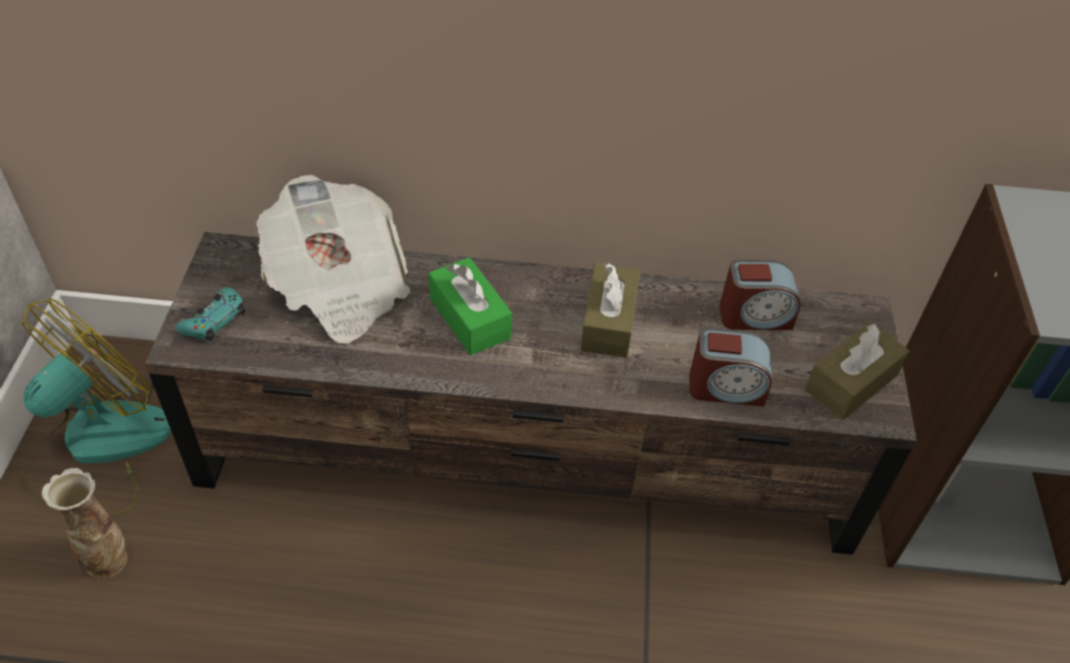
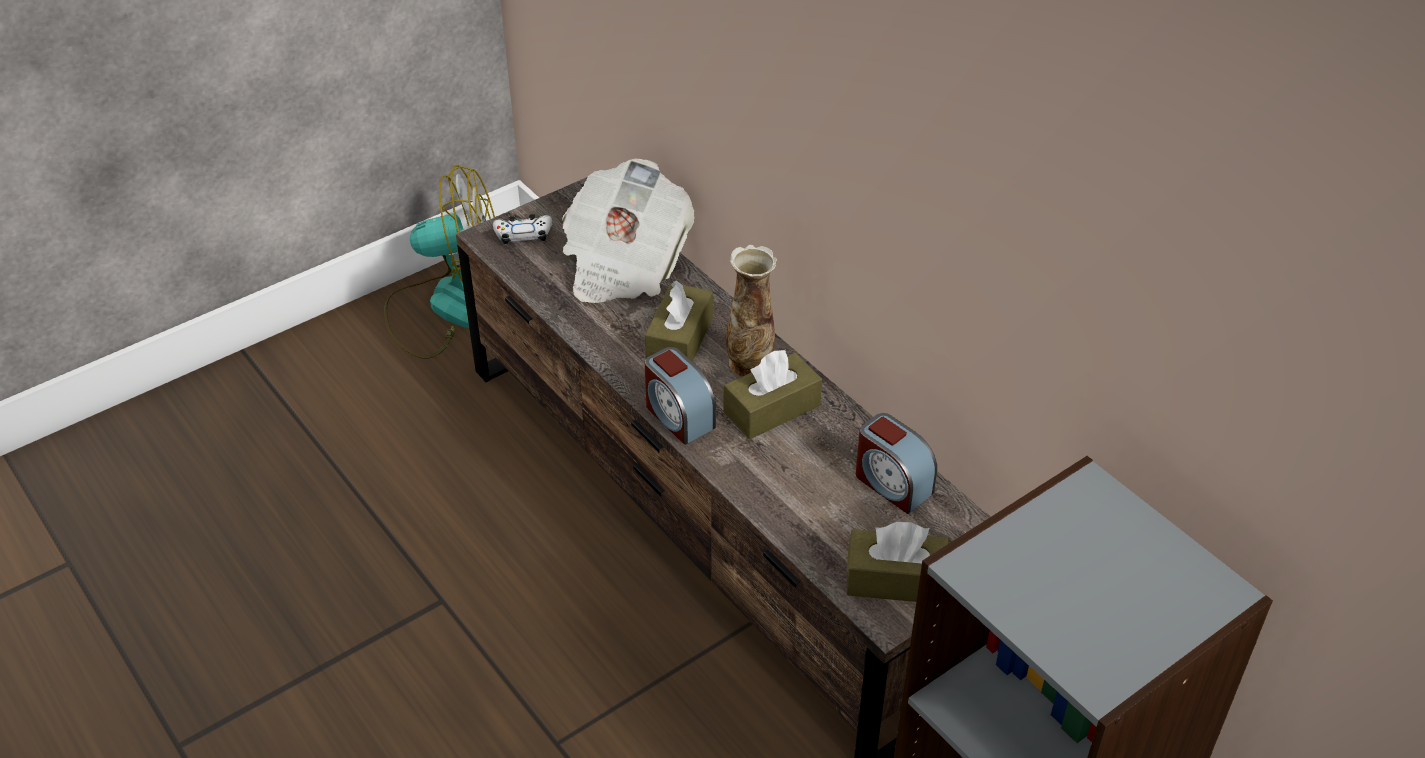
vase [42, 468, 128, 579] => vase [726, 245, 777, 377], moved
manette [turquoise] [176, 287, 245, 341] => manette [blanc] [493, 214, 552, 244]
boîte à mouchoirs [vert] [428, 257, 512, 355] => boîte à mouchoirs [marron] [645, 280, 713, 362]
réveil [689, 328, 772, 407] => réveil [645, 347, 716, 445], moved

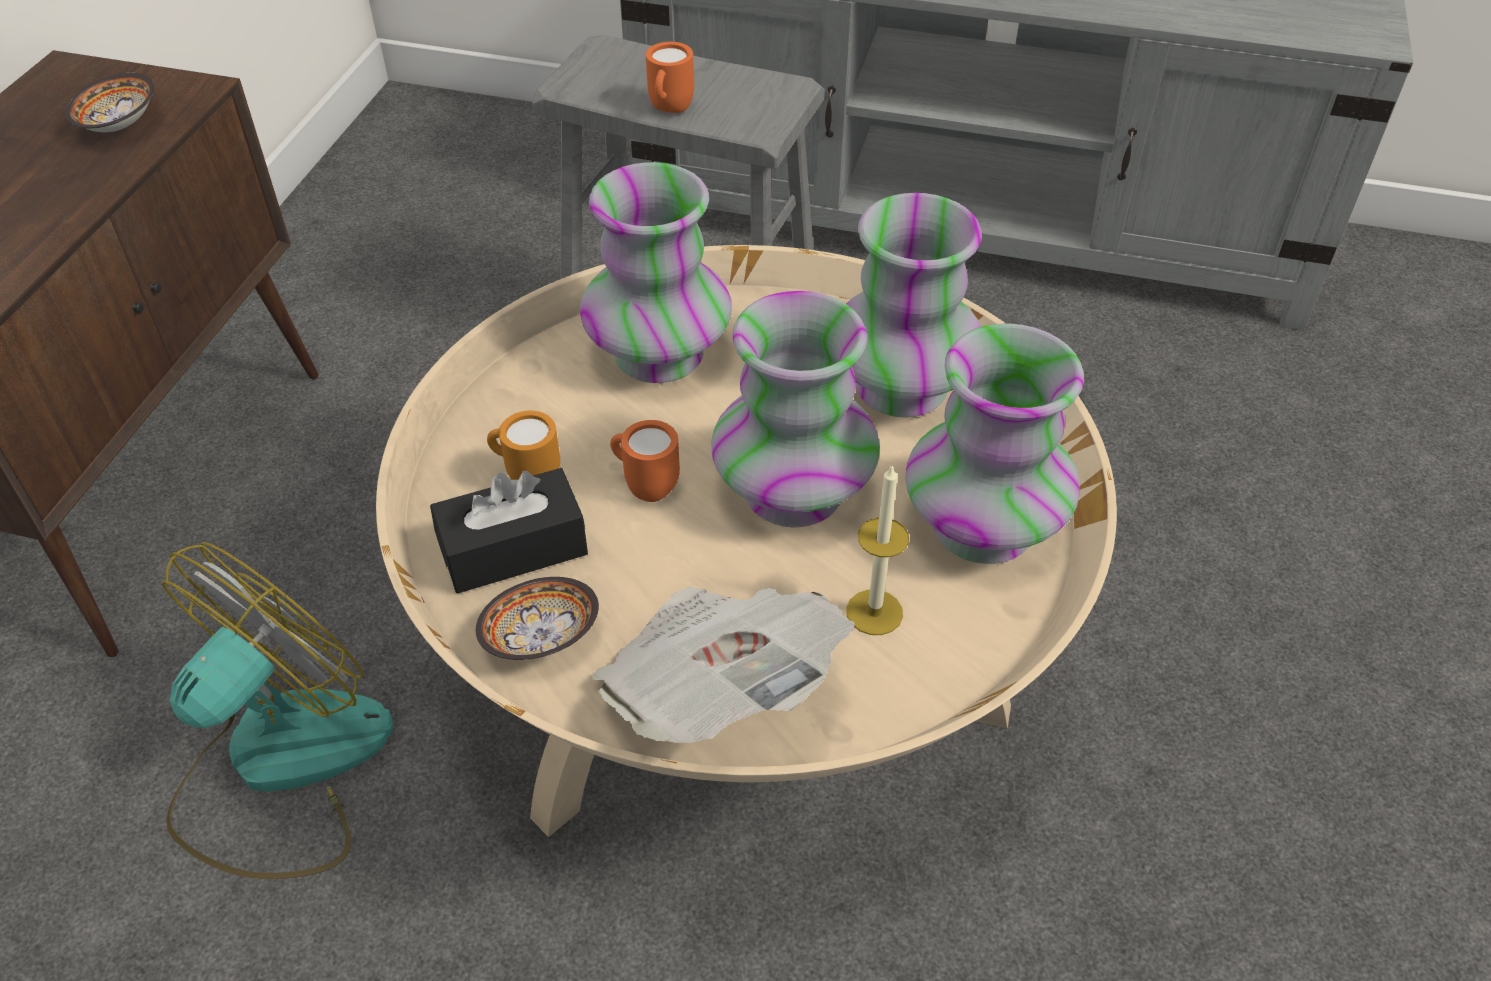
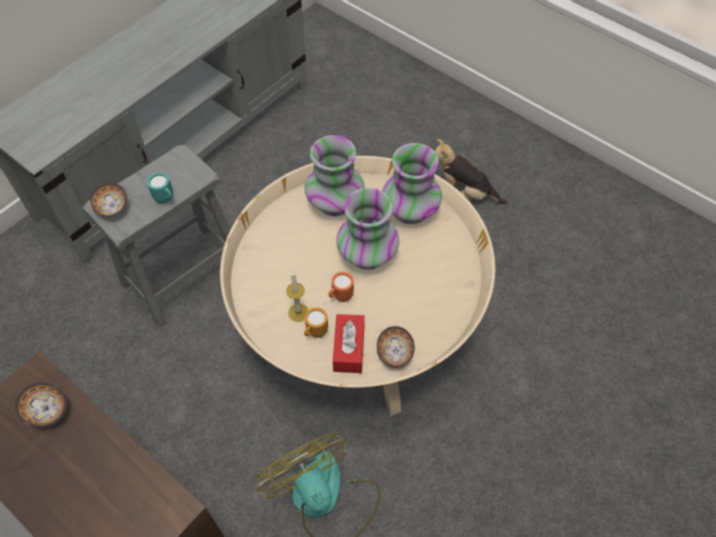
boîte à mouchoirs [noir] [430, 468, 588, 593] => boîte à mouchoirs [rouge] [333, 314, 365, 373]
vase [580, 162, 732, 383] => nothing
journal [591, 586, 854, 743] => nothing
mug [orange] [646, 42, 694, 113] => mug [turquoise] [147, 172, 173, 204]
bougie [846, 464, 909, 635] => bougie [286, 271, 308, 322], moved
nothing => bol [90, 183, 127, 217]
nothing => peluche [435, 139, 507, 204]

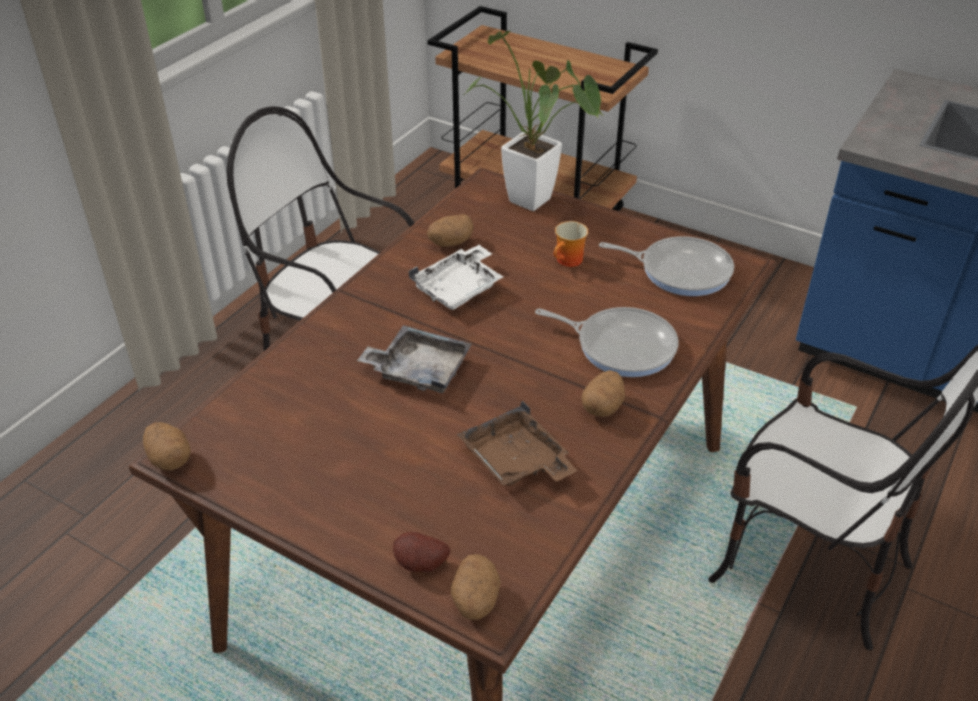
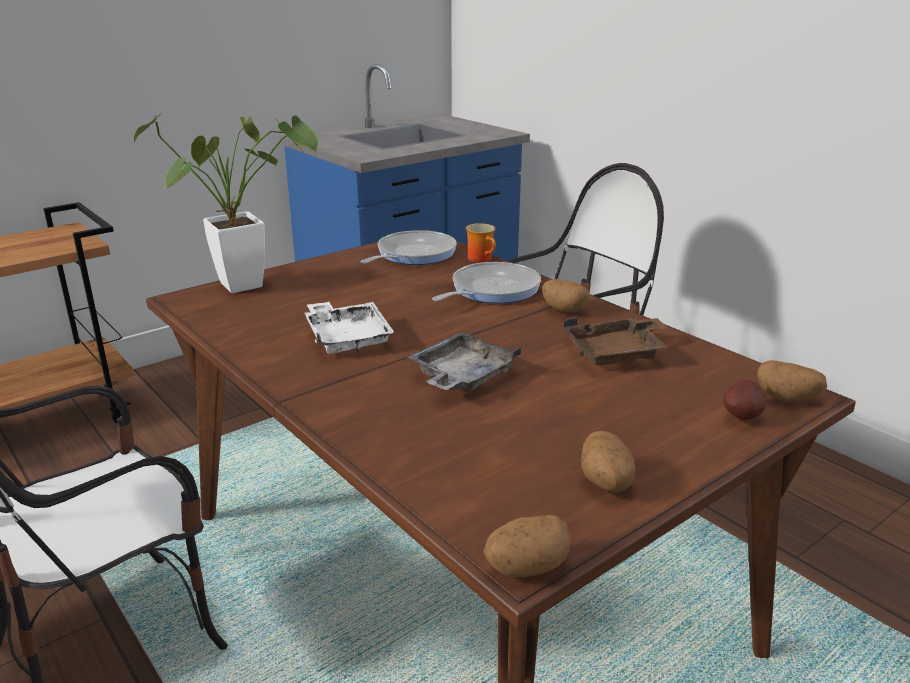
pomme de terre [427, 214, 473, 247] => pomme de terre [581, 431, 635, 492], moved
mug [553, 221, 588, 267] => mug [466, 223, 496, 262], moved

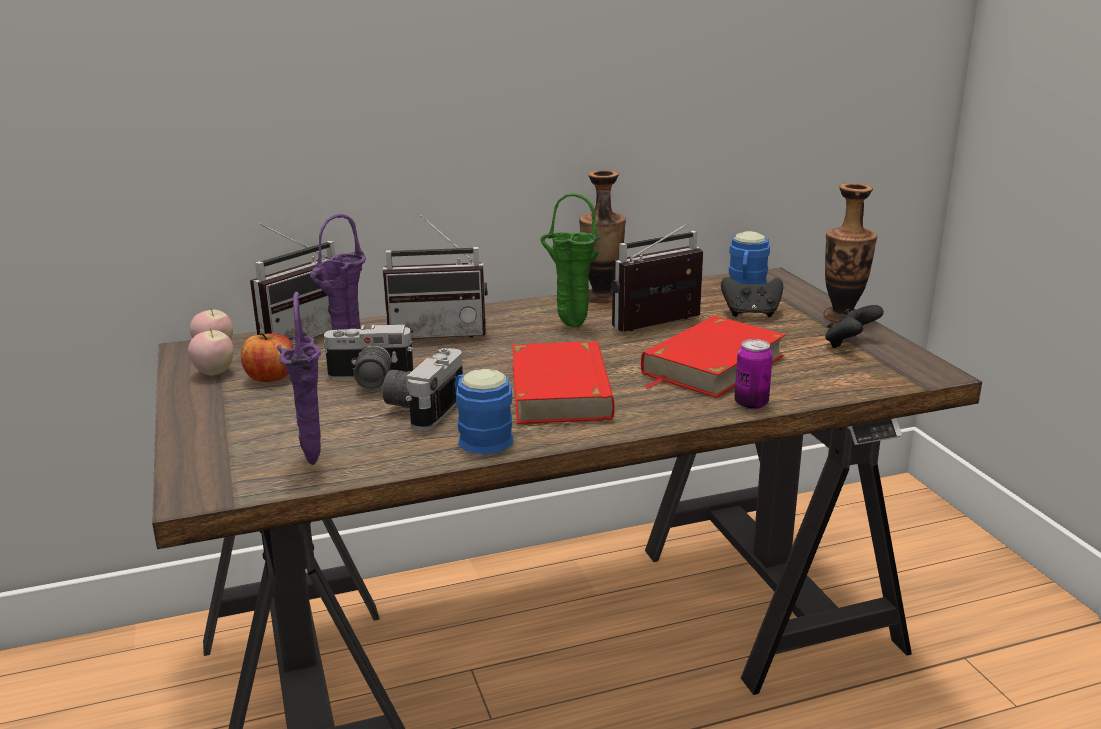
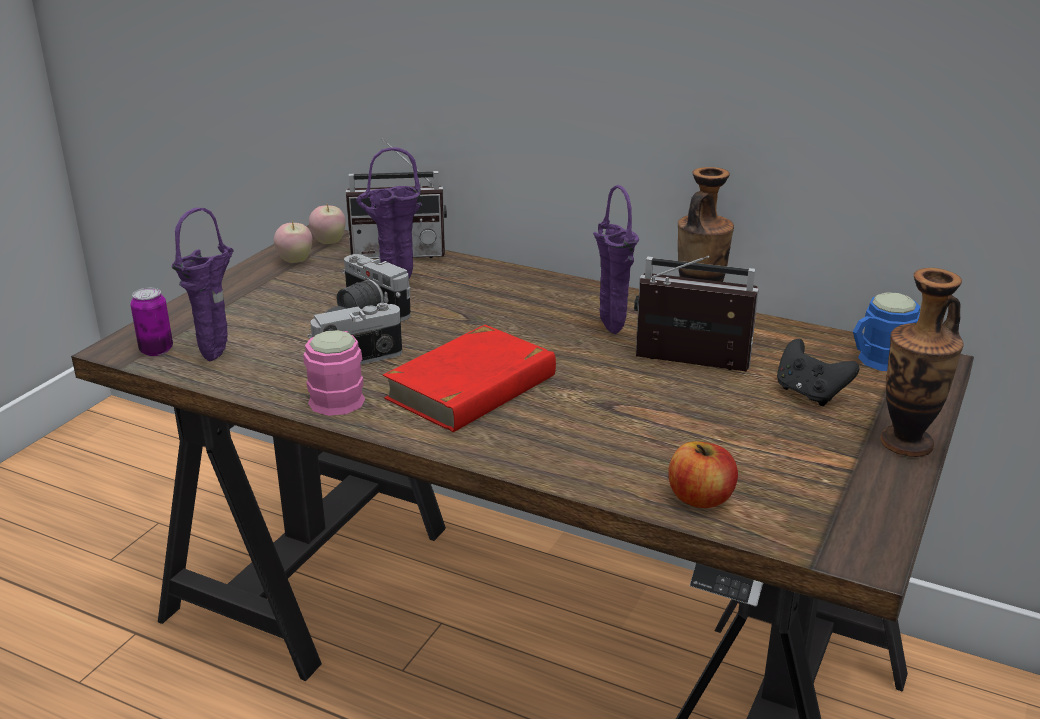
pomme [241, 333, 294, 382] => pomme [668, 441, 738, 508], moved
radio [382, 215, 488, 339] => nothing
mug [bleu] [454, 369, 513, 455] => mug [rose] [303, 330, 365, 416]
vase [vert] [541, 193, 600, 327] => vase [violet] [593, 185, 639, 334]
livre [rouge] [641, 316, 786, 398] => nothing
boîte métallique [734, 339, 773, 409] => boîte métallique [130, 288, 173, 356], moved
manette [noir] [825, 305, 884, 348] => nothing

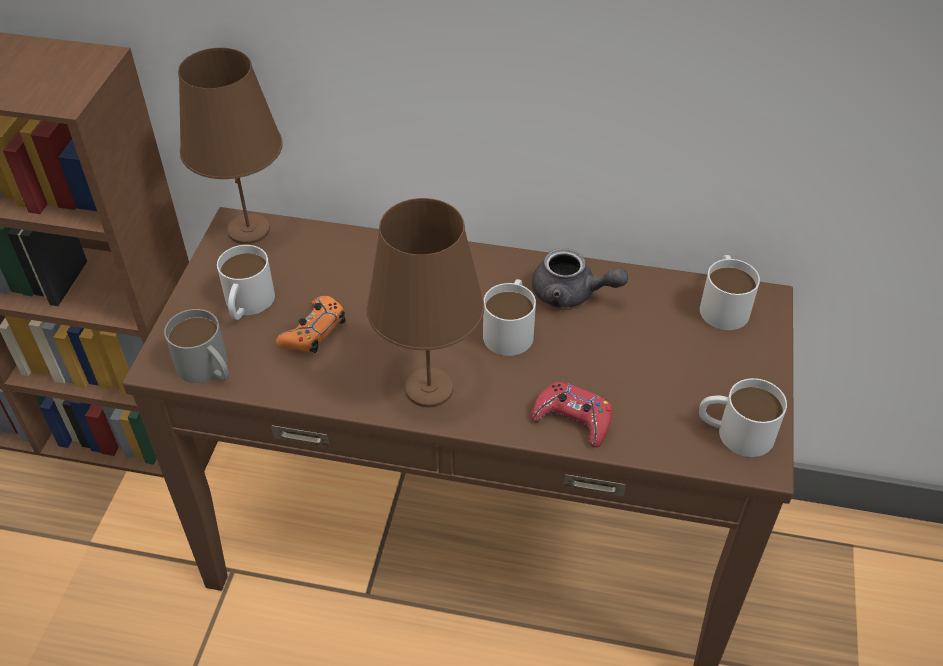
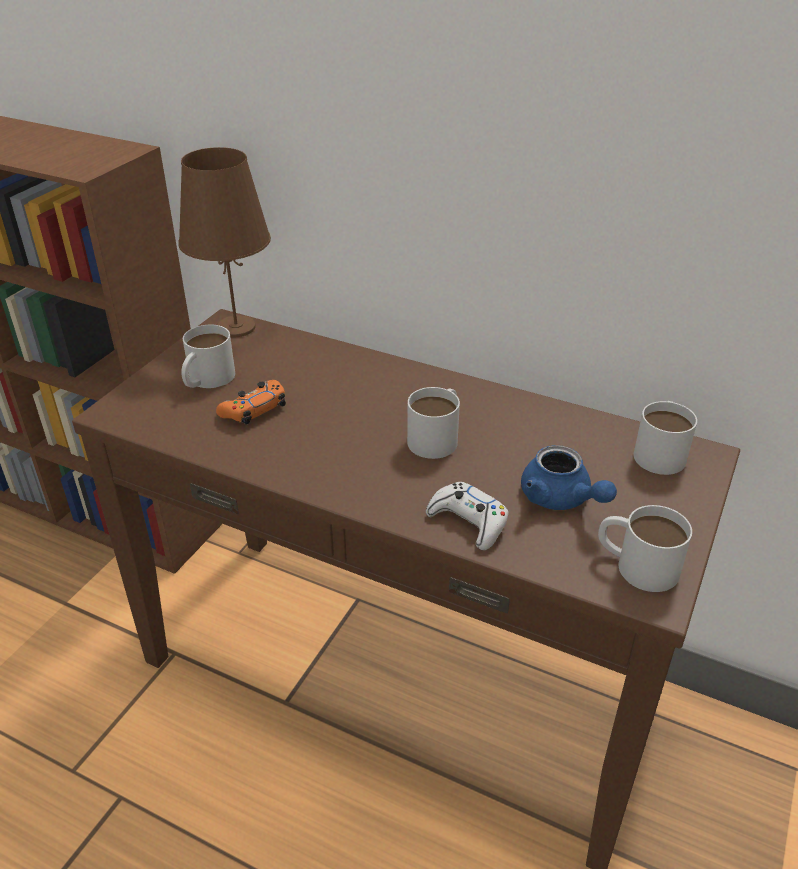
mug [gris] [164, 309, 229, 383] => nothing
lampe de table [marron] [366, 198, 485, 407] => nothing
manette [rouge] [531, 381, 612, 447] => manette [blanc] [426, 482, 509, 550]
théière [gris] [532, 248, 628, 307] => nothing
nothing => théière [bleu] [521, 445, 617, 510]

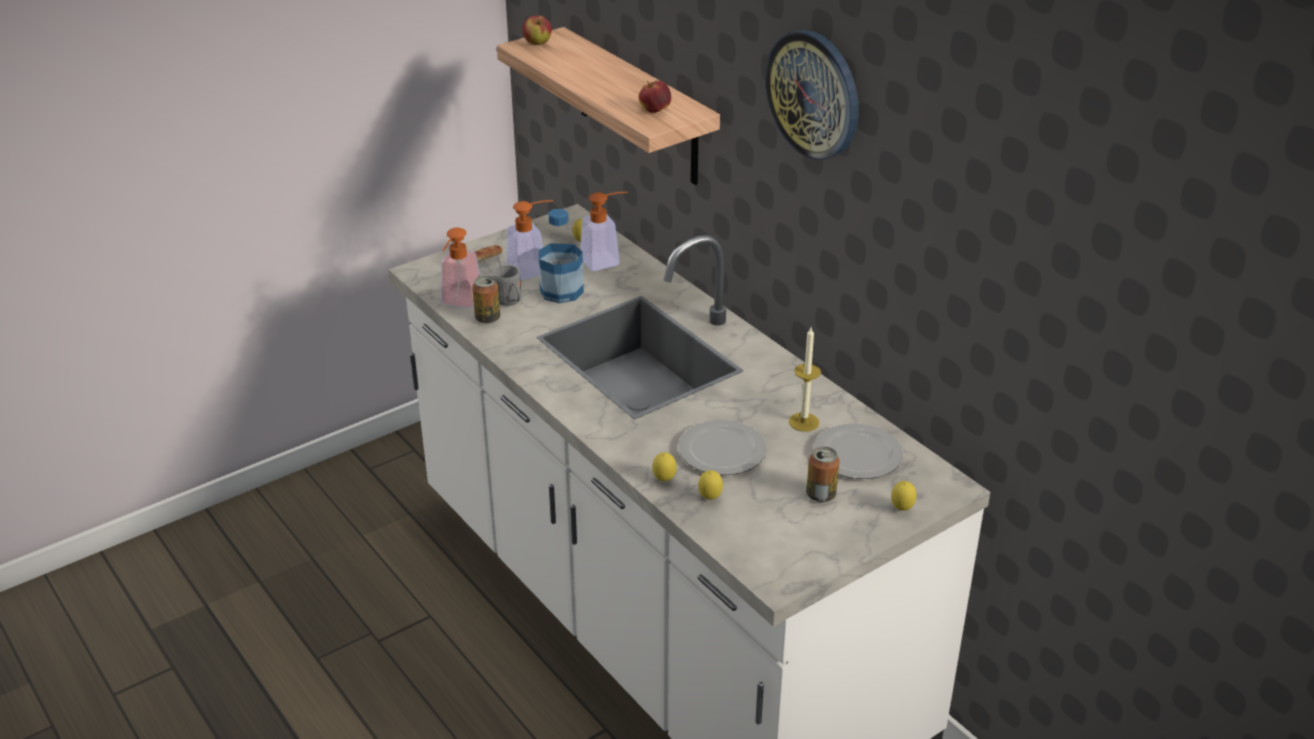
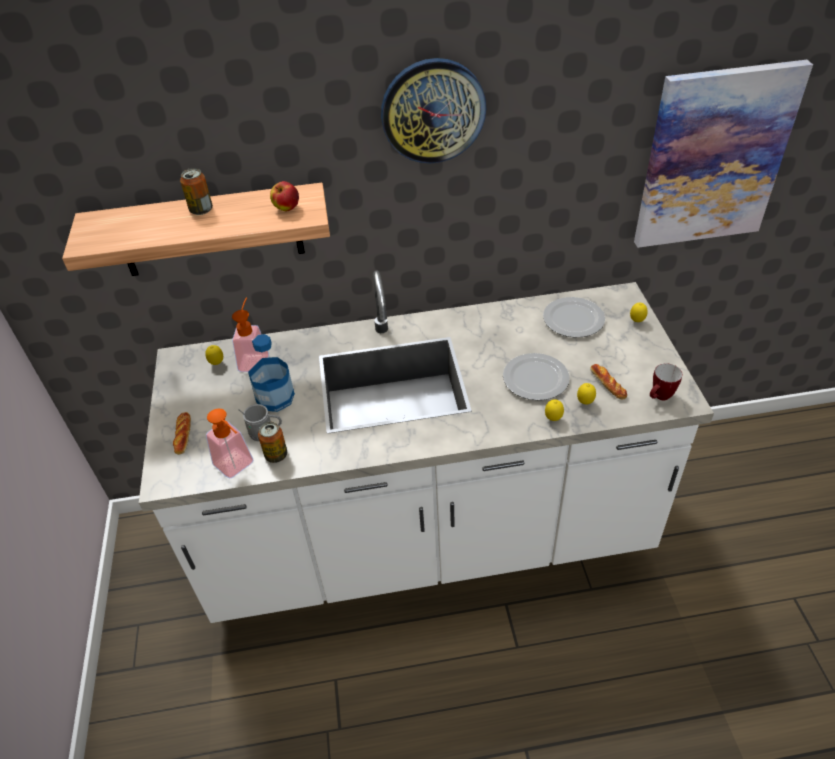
distributeur de savon [506, 200, 553, 280] => nothing
pomme [522, 16, 552, 45] => nothing
bougie [789, 328, 821, 432] => nothing
boîte métallique [806, 446, 840, 502] => boîte métallique [180, 168, 213, 215], moved
nothing => pain [590, 364, 627, 399]
nothing => tableau [634, 60, 813, 248]
nothing => mug [650, 363, 682, 400]

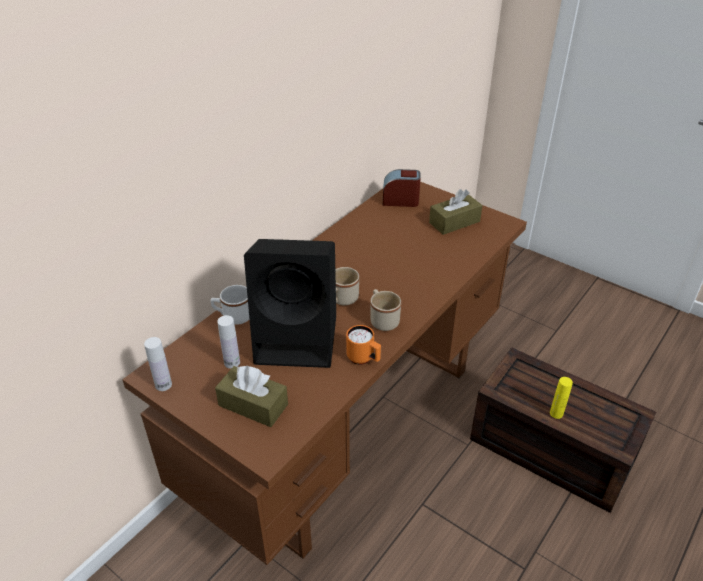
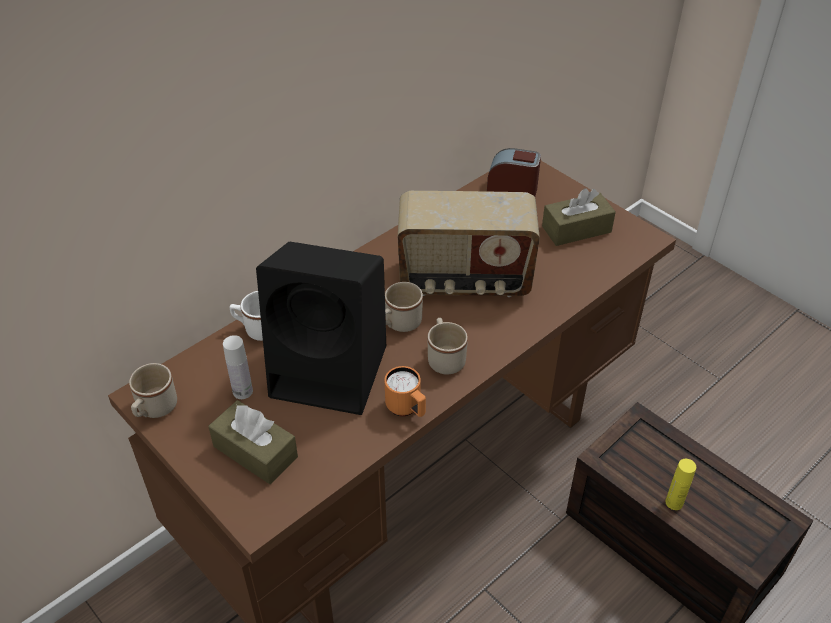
bouteille [blanc] [144, 337, 172, 391] => mug [beige] [129, 363, 177, 418]
nothing => radio [398, 191, 540, 297]

